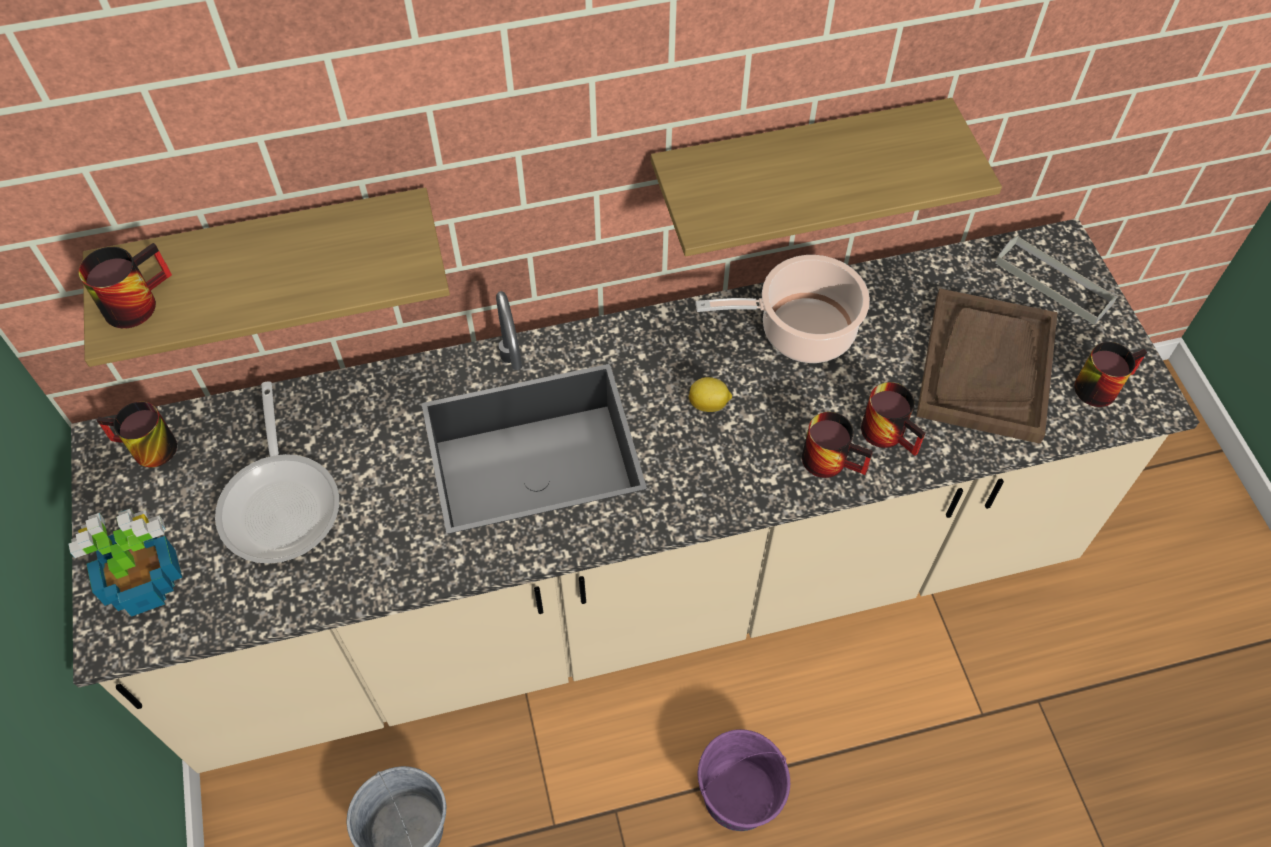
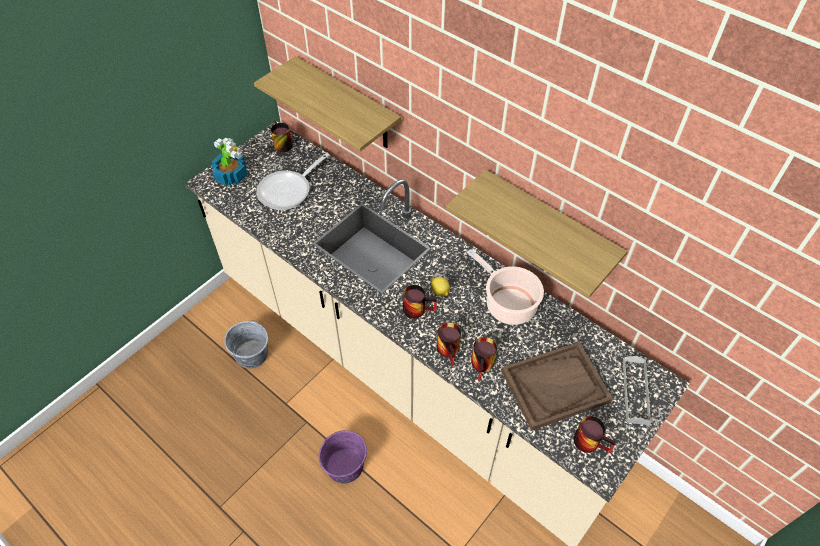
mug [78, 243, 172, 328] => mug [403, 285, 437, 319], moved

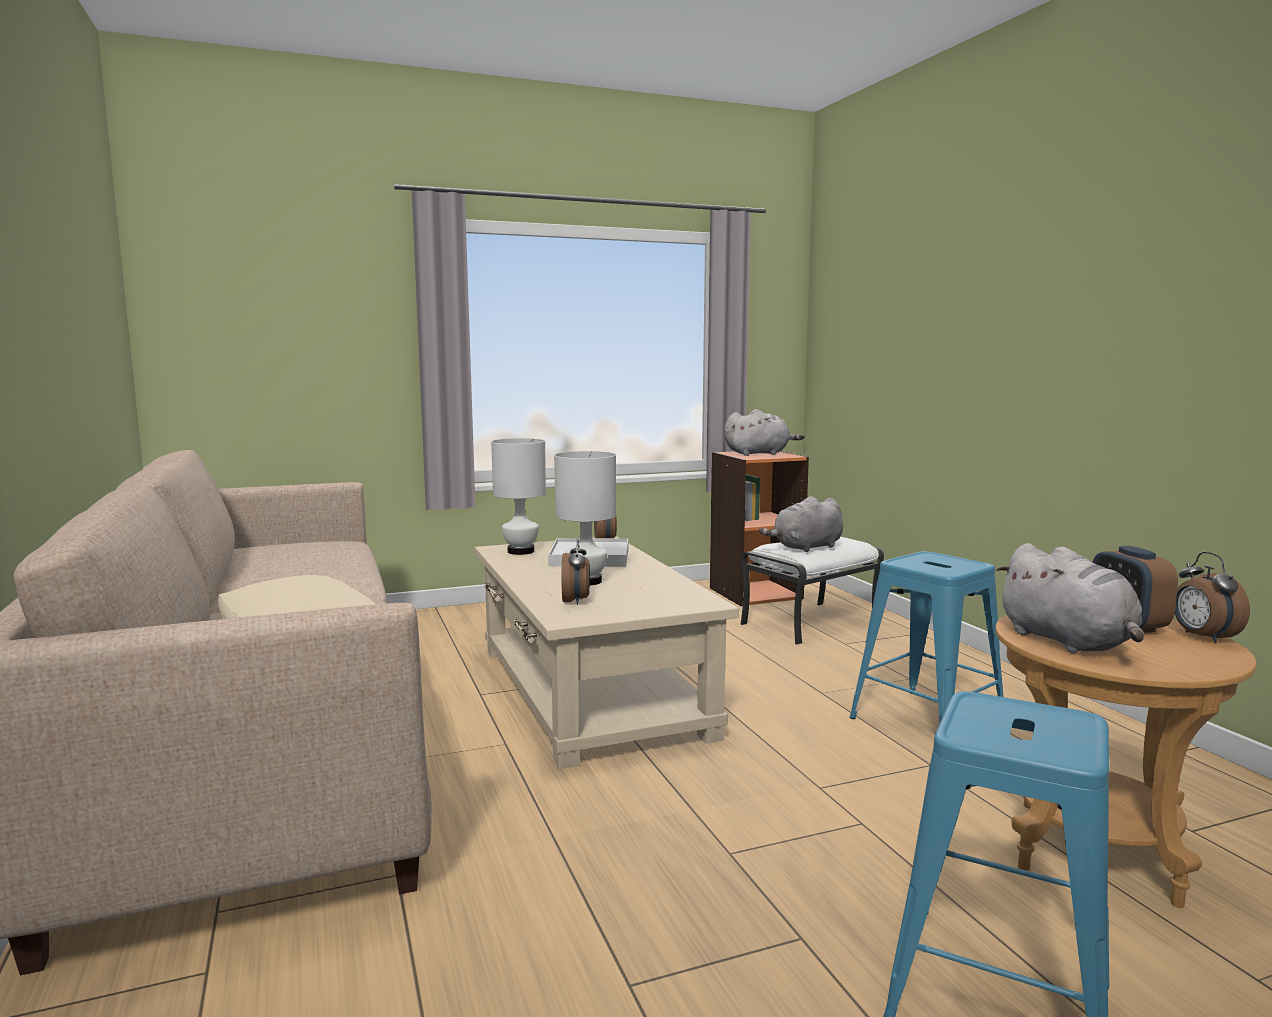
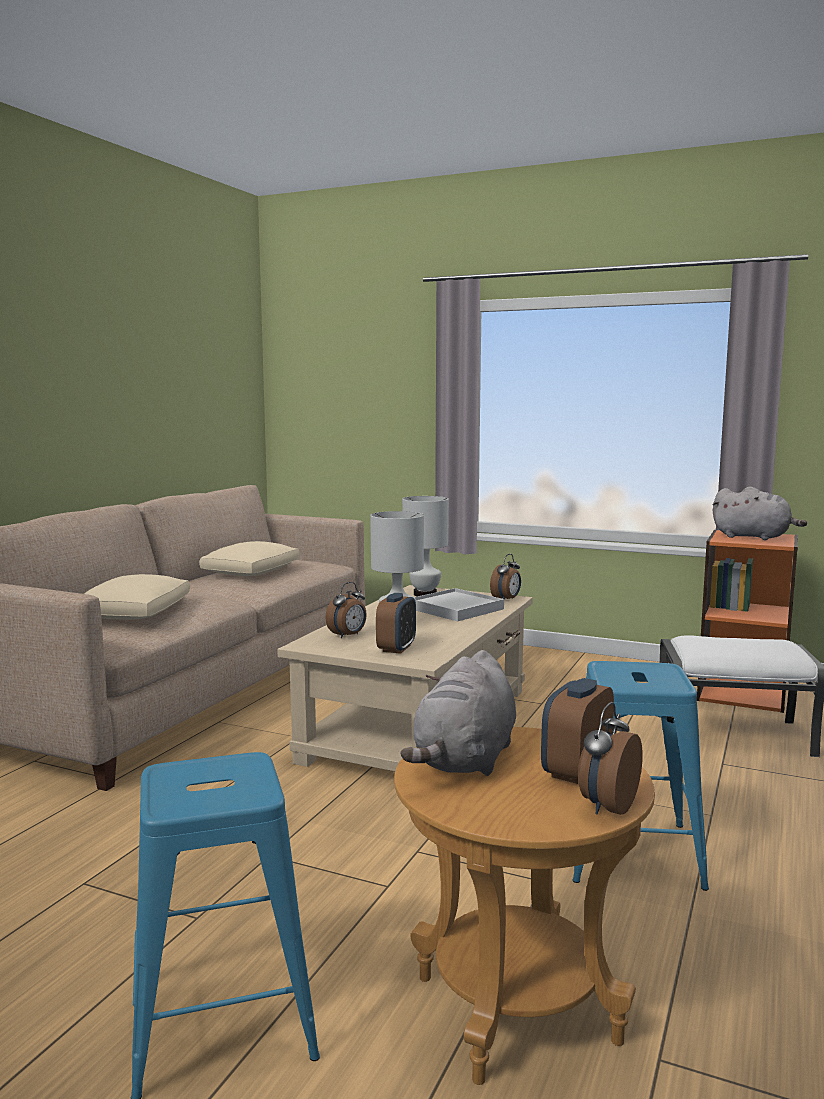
peluche [gris] [759, 496, 843, 552] => nothing
nothing => coussin [beige] [199, 541, 300, 576]
nothing => réveil [376, 593, 416, 654]

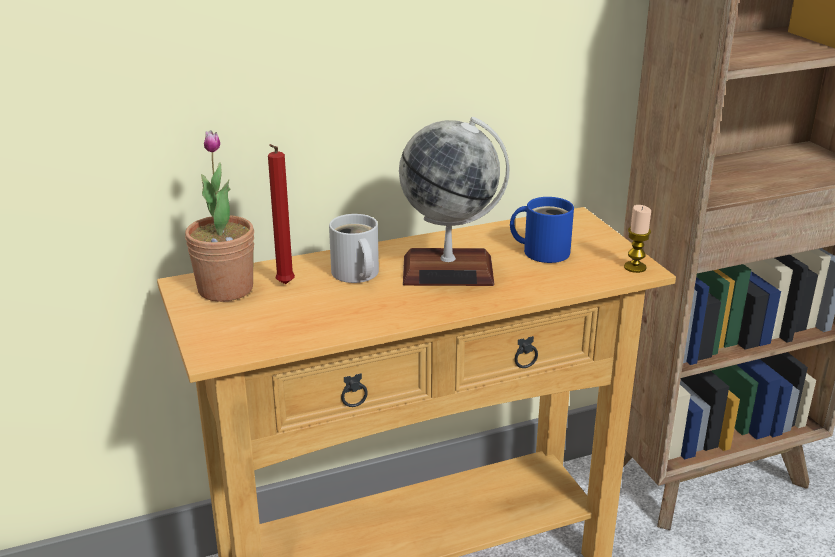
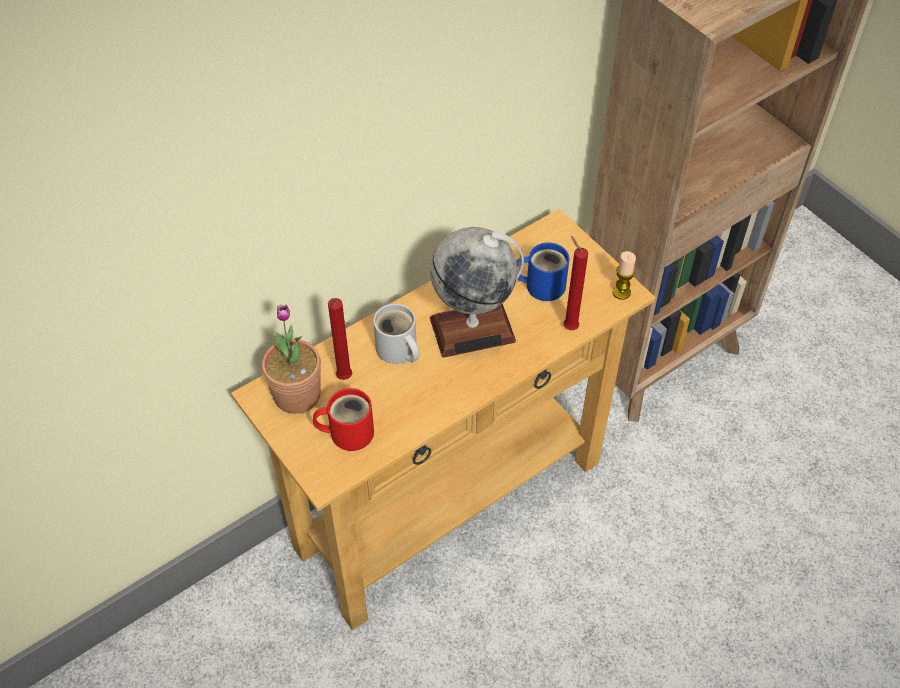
nothing => mug [rouge] [313, 388, 374, 451]
nothing => bougie [rouge] [563, 236, 588, 330]

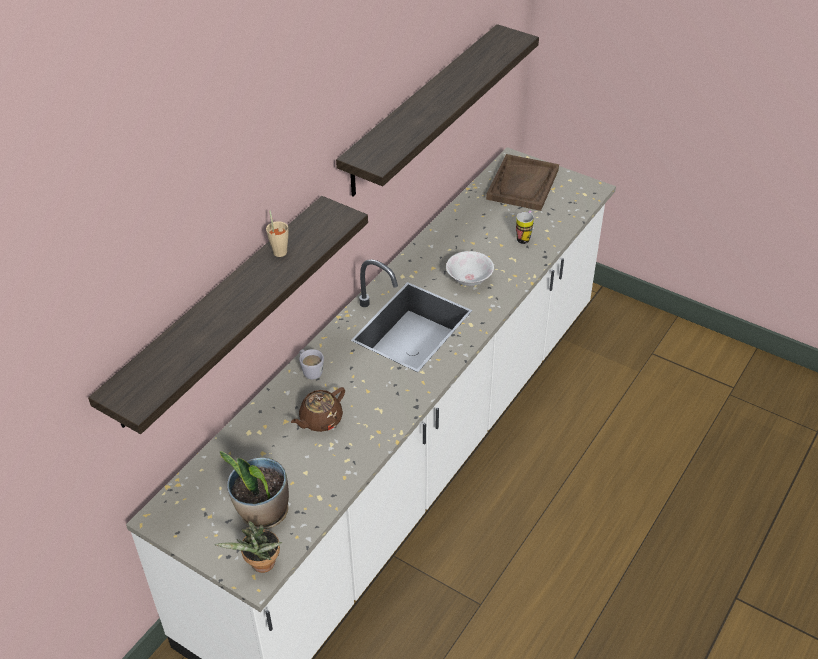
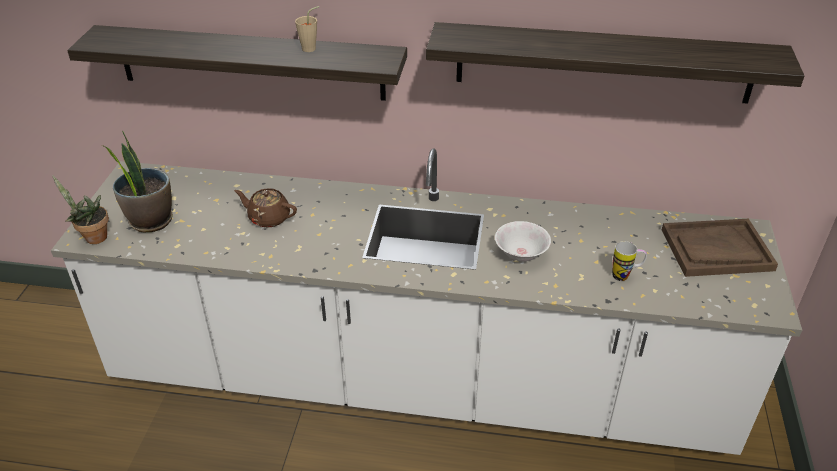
mug [blanc] [299, 349, 324, 380] => nothing

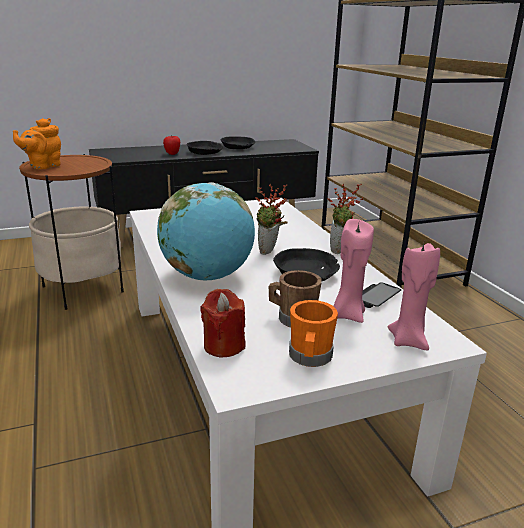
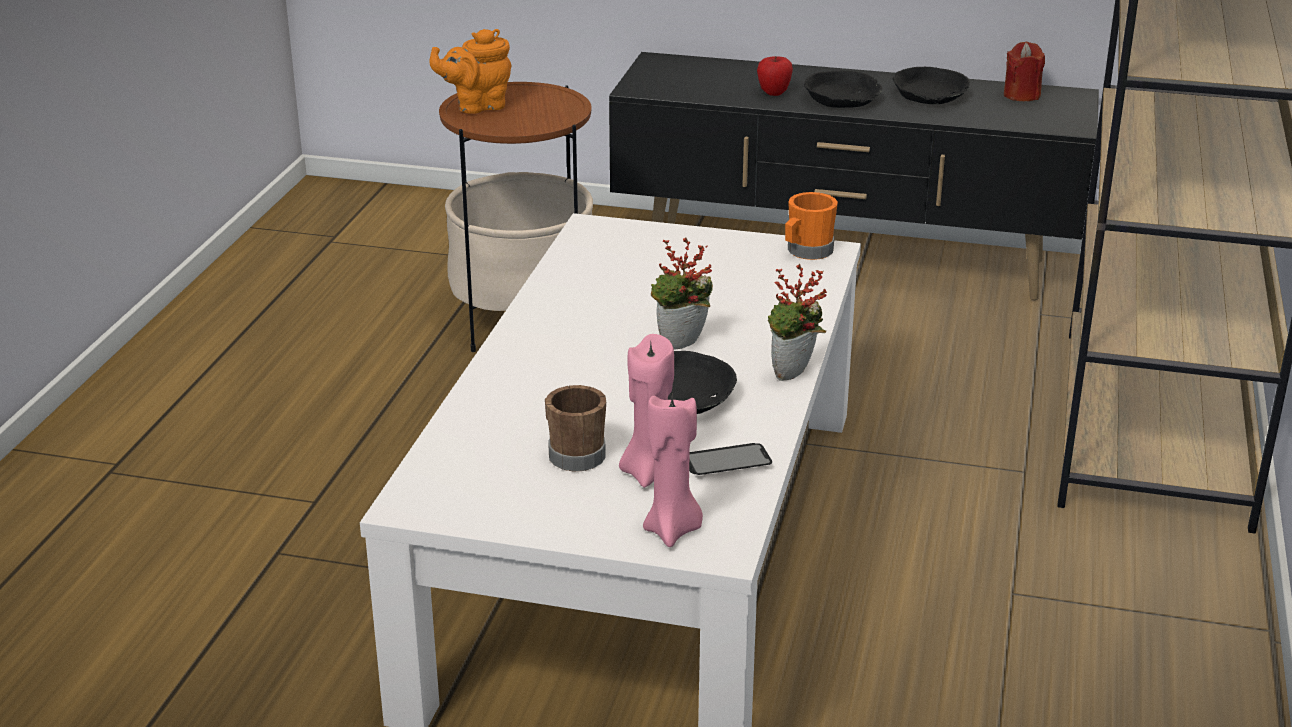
globe [157, 182, 255, 280] => nothing
bougie [rouge] [200, 289, 245, 358] => bougie [rouge] [1004, 42, 1045, 101], moved
mug [orange] [289, 300, 338, 367] => mug [orange] [785, 192, 838, 260], moved

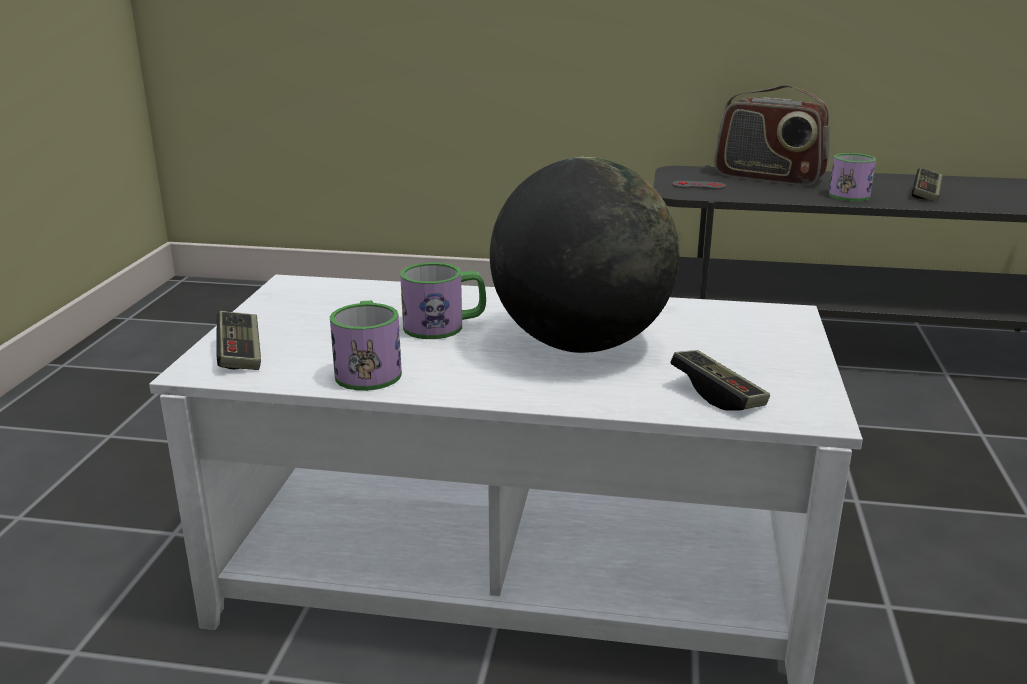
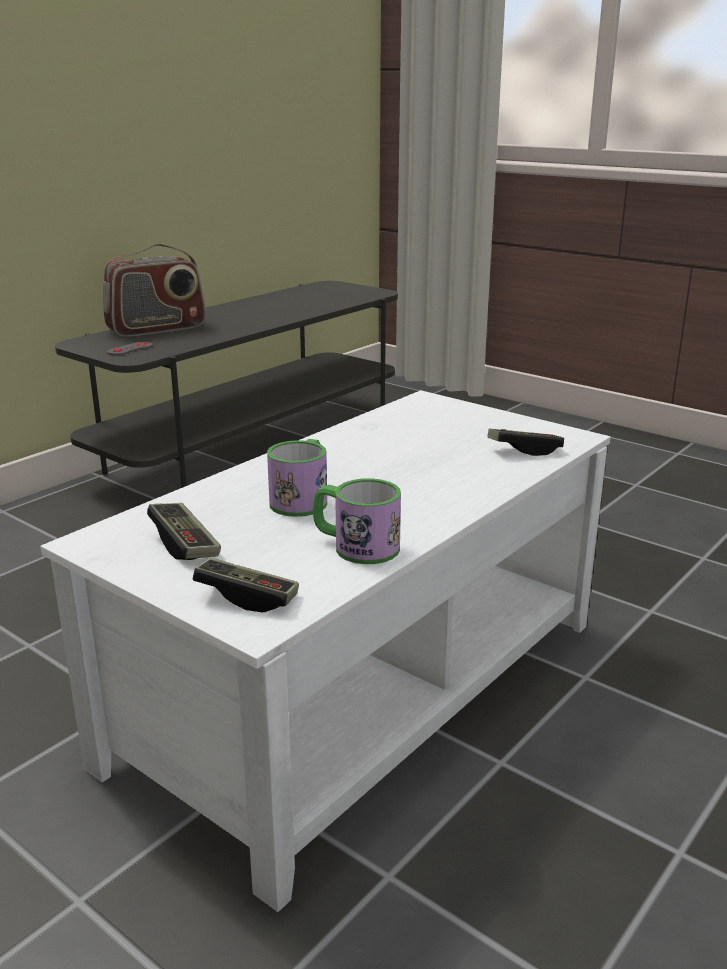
globe [490, 157, 680, 353] => nothing
mug [829, 153, 876, 201] => nothing
manette [912, 168, 943, 202] => manette [147, 503, 221, 560], moved

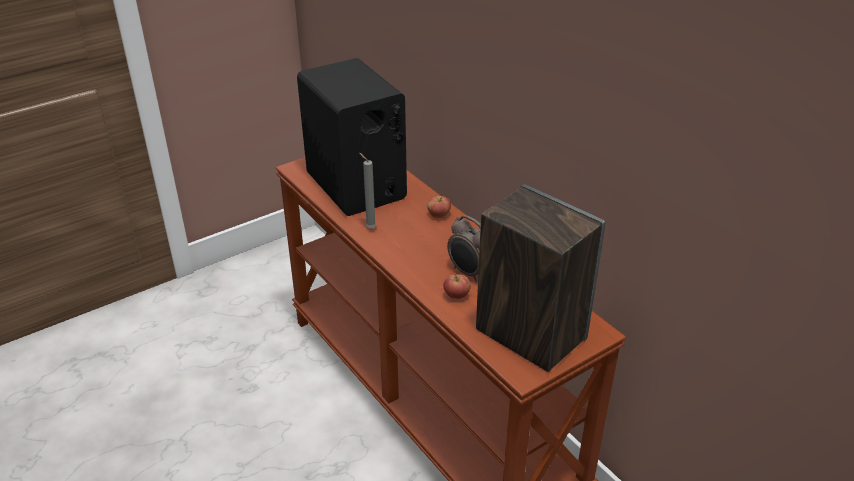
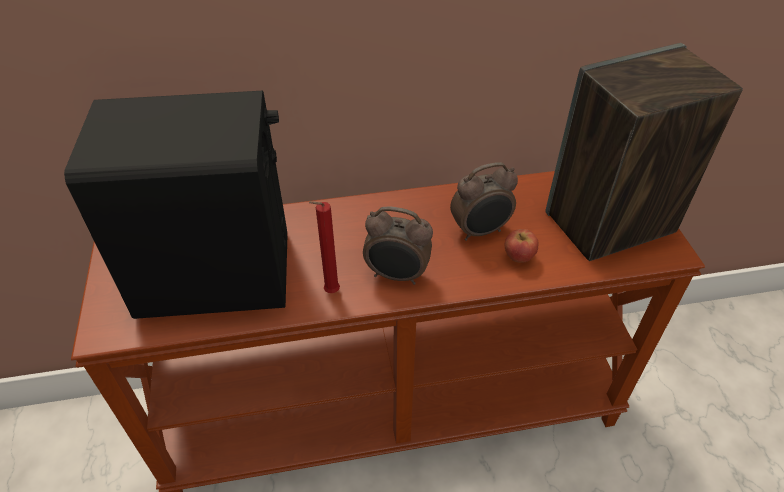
bougie [gris] [359, 153, 376, 229] => bougie [rouge] [309, 201, 340, 293]
pomme [427, 196, 451, 218] => nothing
nothing => réveil [363, 207, 433, 285]

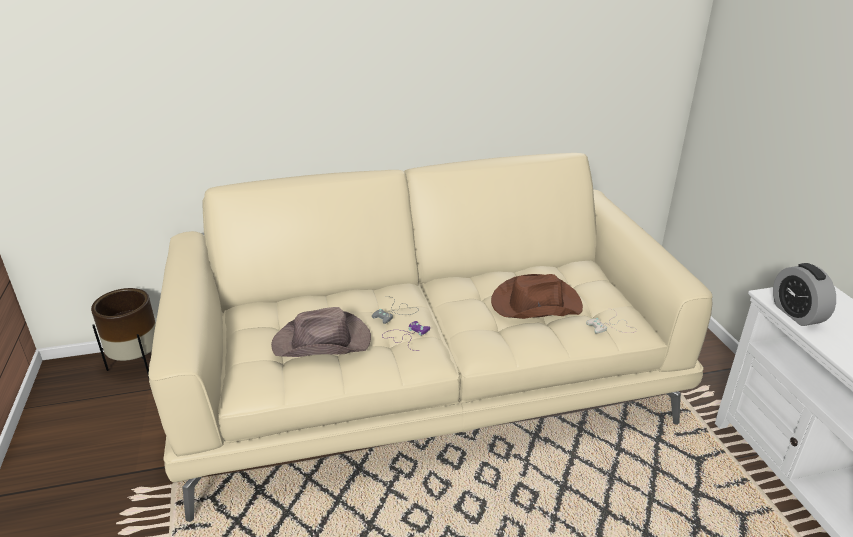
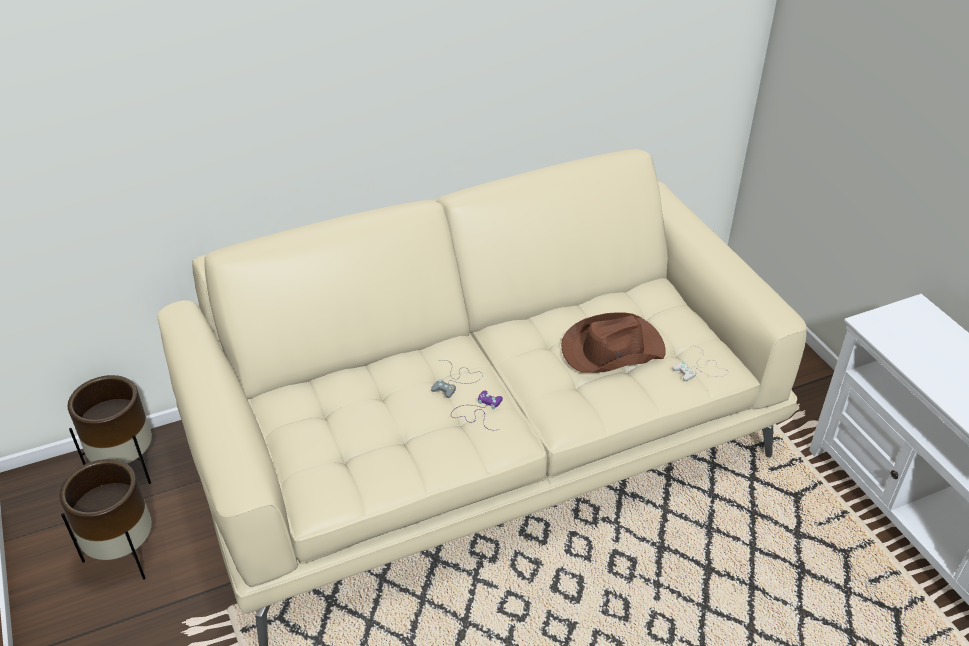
chapeau [marron] [271, 307, 371, 357] => nothing
réveil [773, 263, 836, 326] => nothing
nothing => cache-pot [marron] [60, 459, 152, 580]

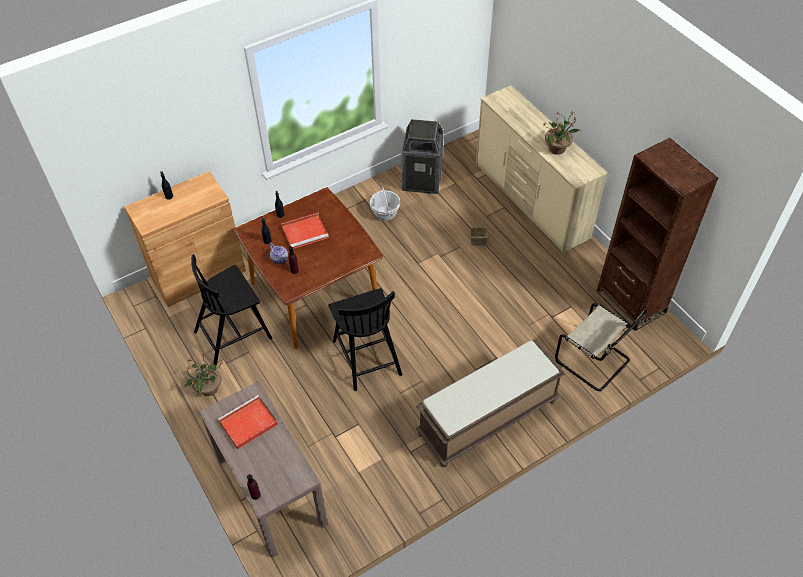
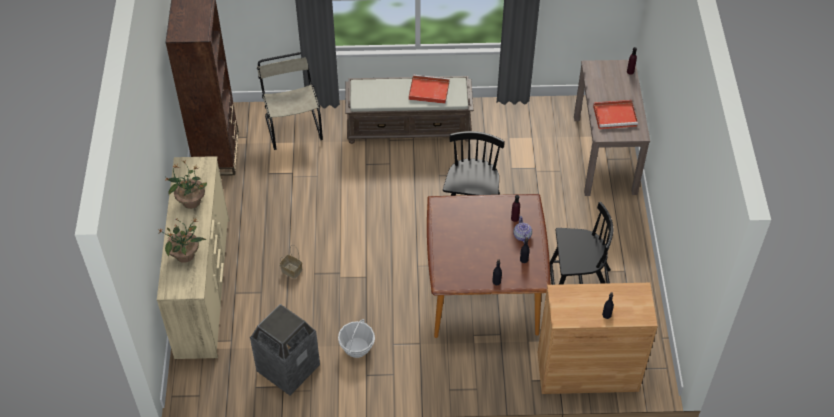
plante en pot [184, 353, 223, 396] => plante en pot [158, 218, 206, 263], moved
plateau [rouge] [281, 213, 329, 249] => plateau [rouge] [409, 75, 449, 104], moved

